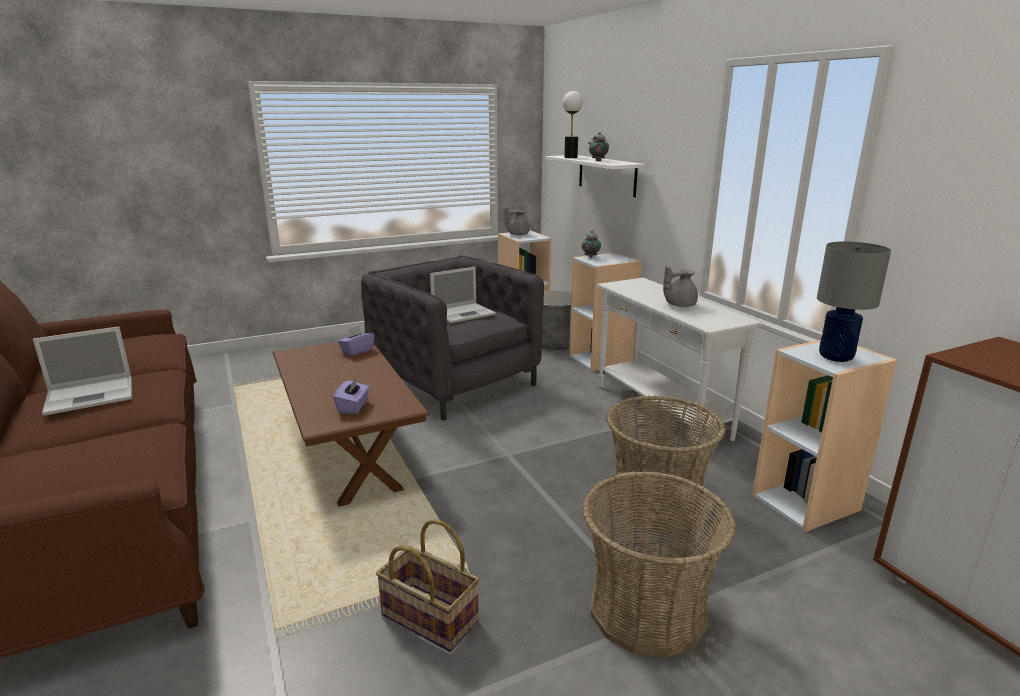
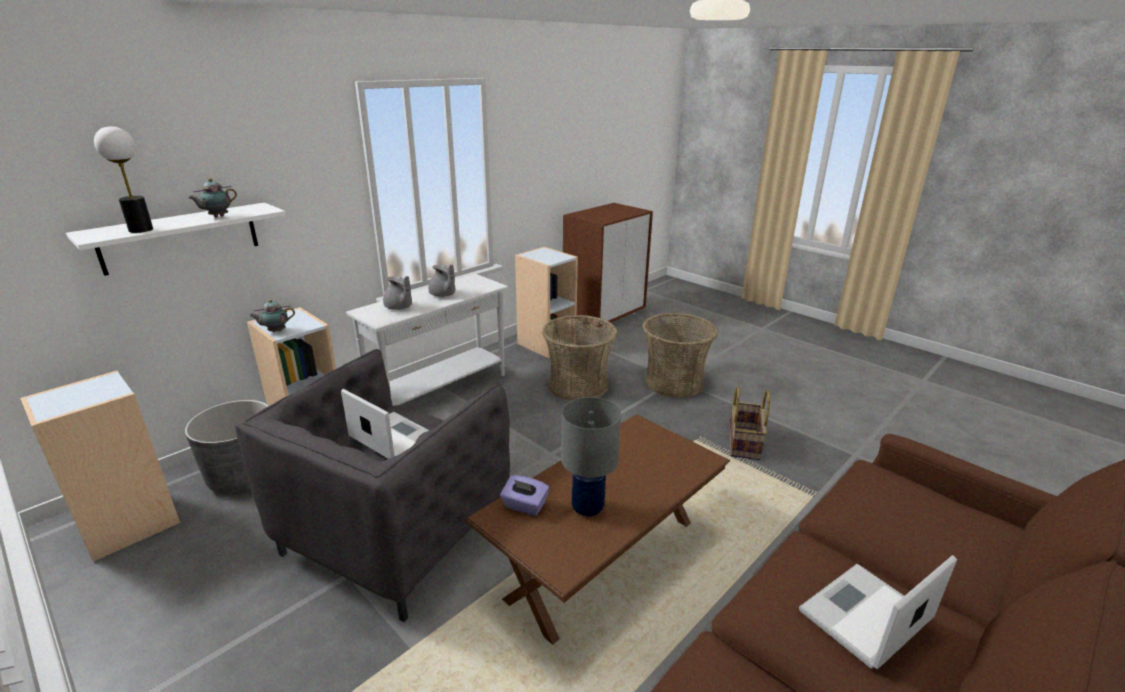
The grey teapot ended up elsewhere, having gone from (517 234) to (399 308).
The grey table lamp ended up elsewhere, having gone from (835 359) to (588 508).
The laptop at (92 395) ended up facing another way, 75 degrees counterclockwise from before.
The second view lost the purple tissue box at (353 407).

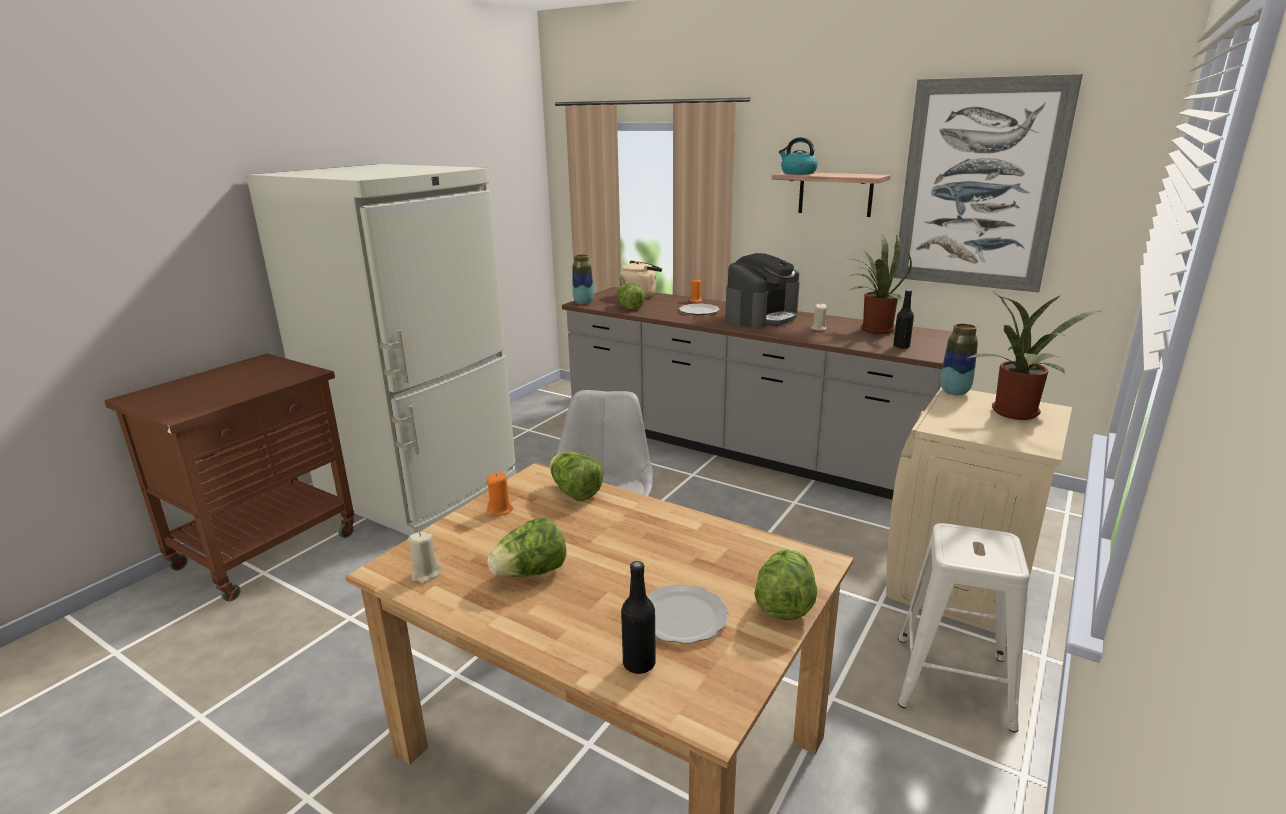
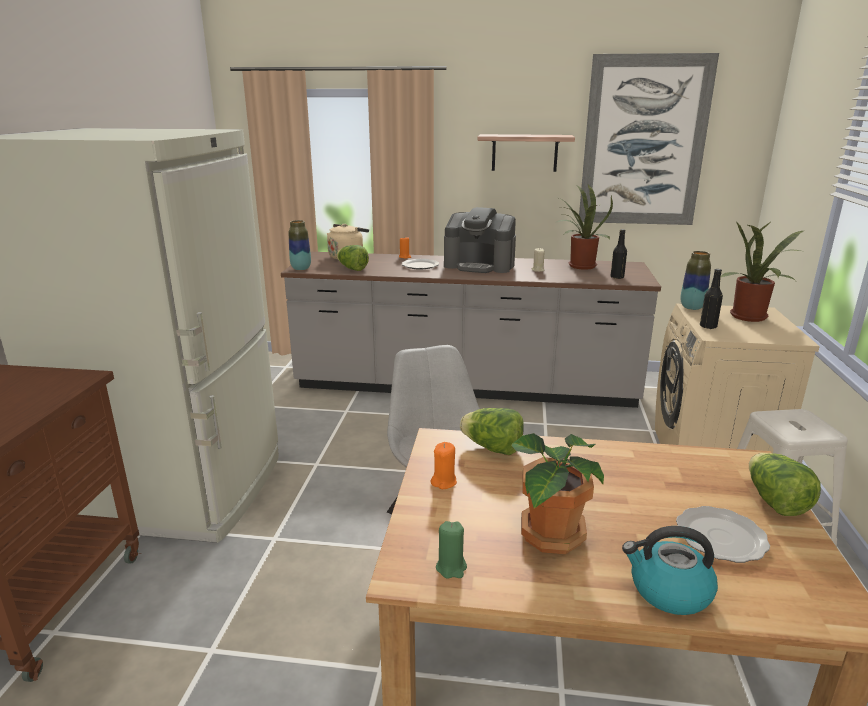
What was the beige candle at (426 574) turned into the green candle at (451 567).
The coffee machine at (761 317) ended up facing another way, 90 degrees clockwise from before.
Where the lettuce stood at (531 573), the potted plant came to stand at (549 536).
The kettle ended up elsewhere, having gone from (797 173) to (668 591).
The black bottle ended up elsewhere, having gone from (639 663) to (708 326).

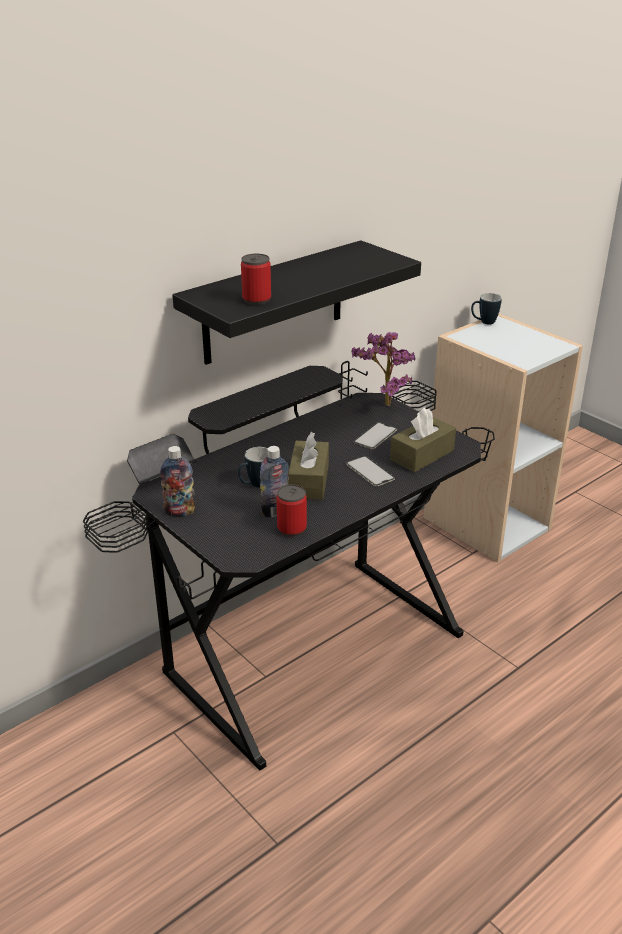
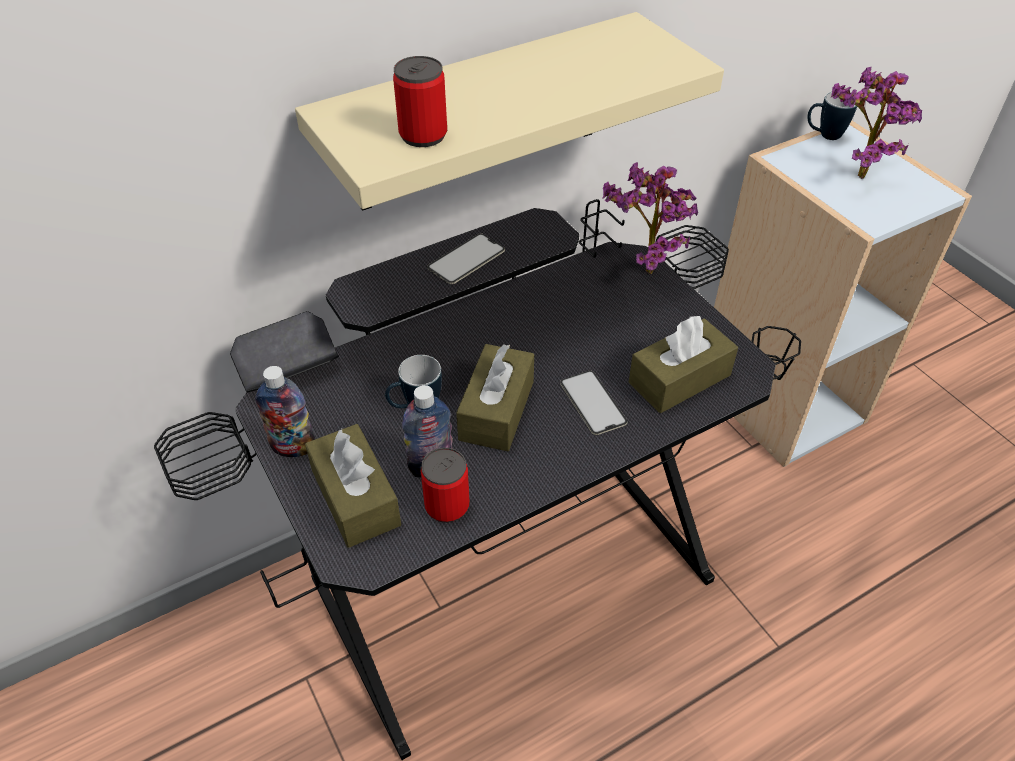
What was the black shelf at (274 303) turned into the beige shelf at (479 114).
The second view gained the brown tissue box at (355 497).
The phone ended up elsewhere, having gone from (375 436) to (466 259).
The second view gained the potted plant at (855 172).

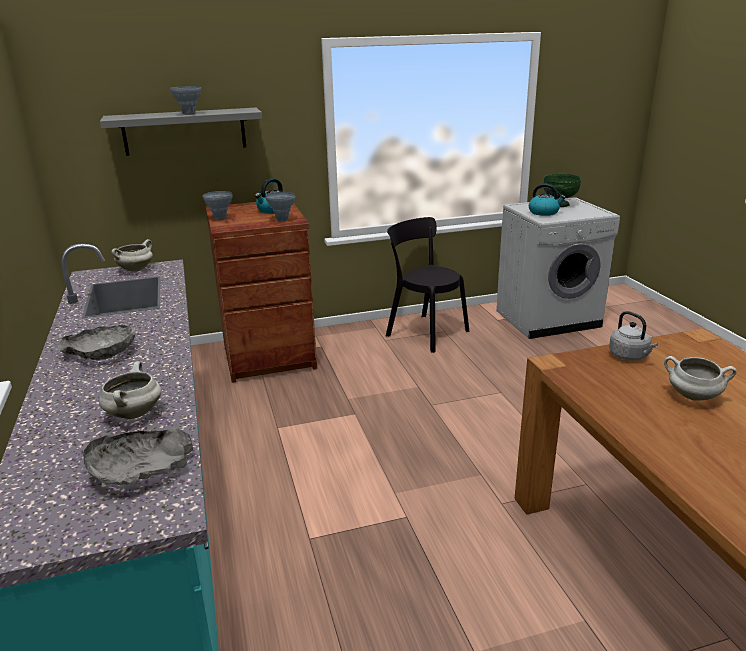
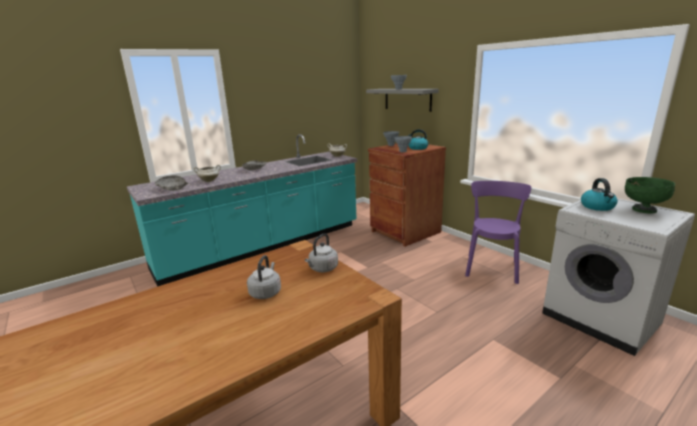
Where the white cooking pot stood at (692 396), the grey kettle came to stand at (266 292).
What was the black chair at (424 332) turned into the purple chair at (492 267).

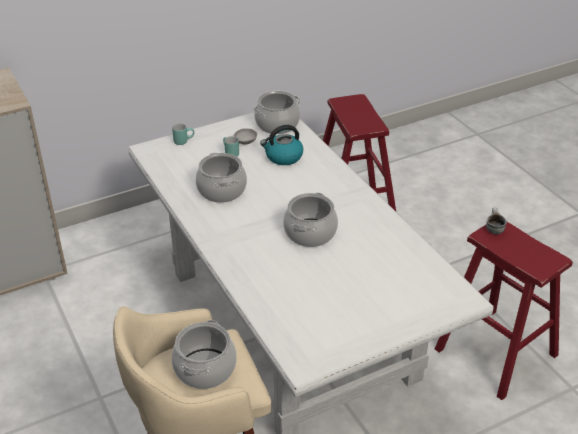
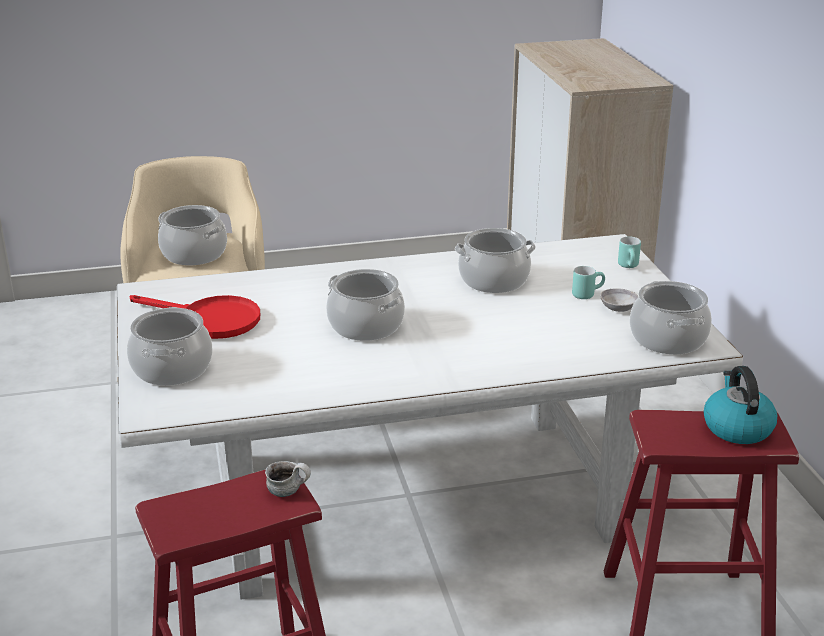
The second view gained the cooking pot at (171 368).
The second view gained the red frying pan at (210 320).
The kettle ended up elsewhere, having gone from (283 157) to (736 427).

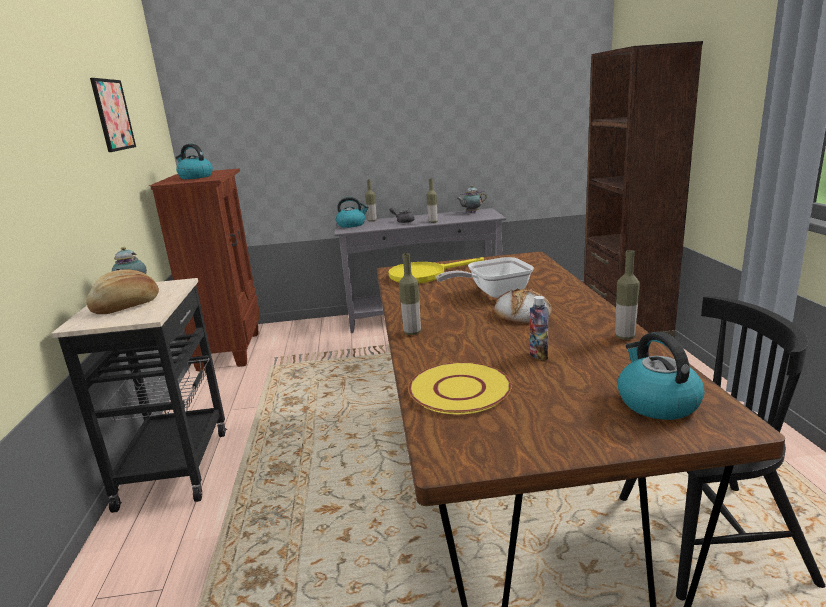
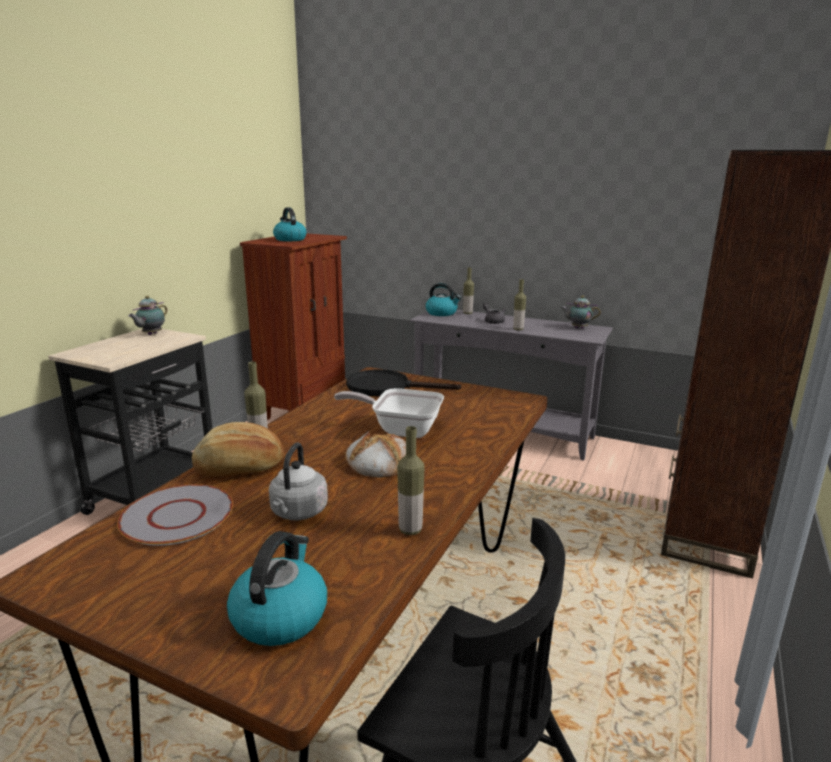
What was the yellow plate at (459 389) turned into the grey plate at (178 516).
The bread ended up elsewhere, having gone from (127 306) to (240 468).
Where the bottle stood at (538 355), the grey kettle came to stand at (298 513).
What was the yellow frying pan at (424 275) turned into the black frying pan at (387 387).
The second view lost the picture at (113 115).

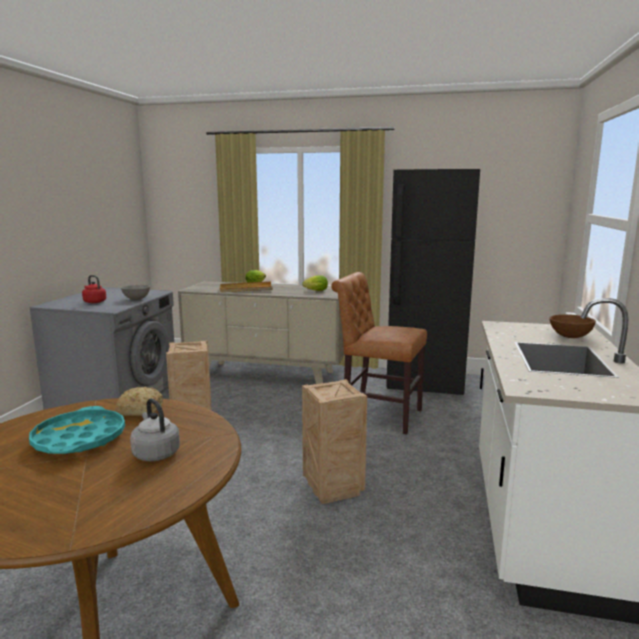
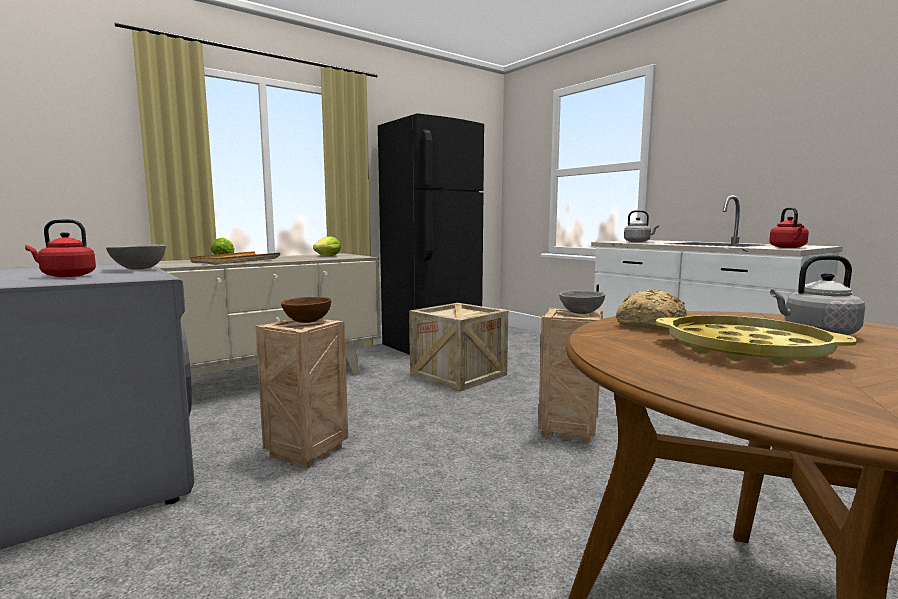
The brown bowl ended up elsewhere, having gone from (570 337) to (307 322).
Where the brown chair stood at (377 415), the crate came to stand at (458 375).
The second view gained the grey bowl at (581 313).
The second view gained the grey kettle at (638 241).
What was the turquoise tray at (79 439) turned into the yellow tray at (745 350).
The second view gained the red kettle at (788 247).

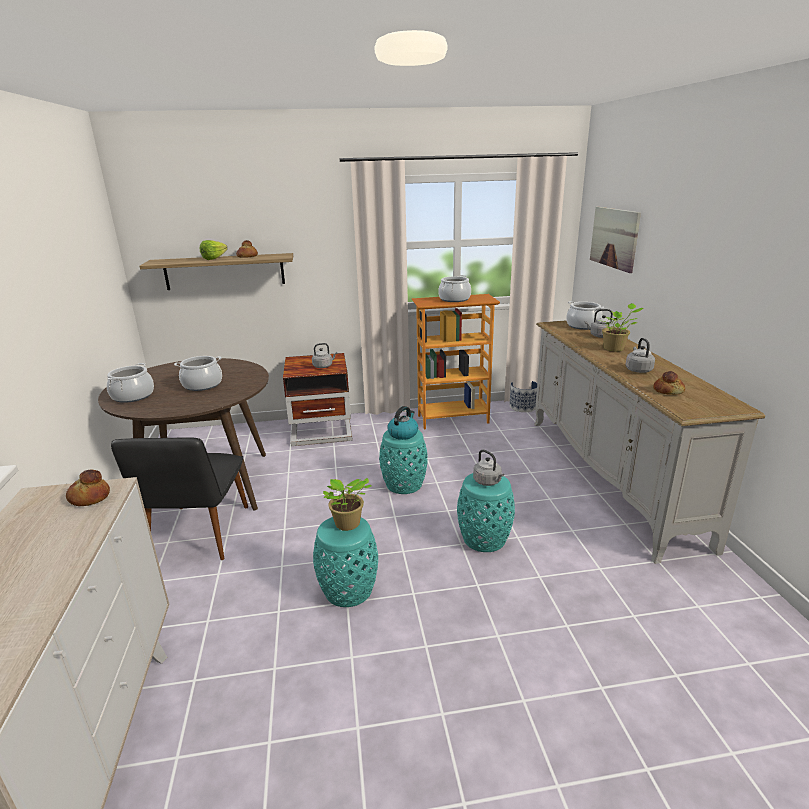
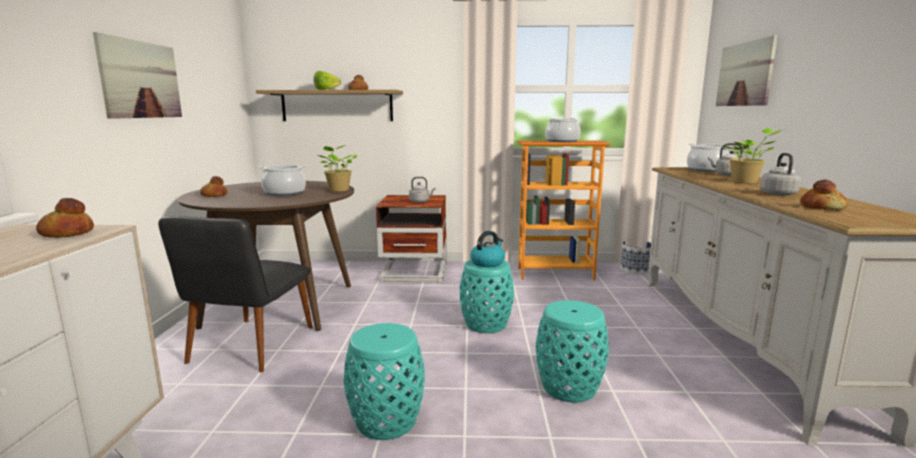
The second view gained the picture at (141 79).
Where the cooking pot stood at (133 396), the bread came to stand at (214 195).
The potted plant ended up elsewhere, having gone from (347 525) to (338 190).
The second view lost the grey kettle at (488 482).

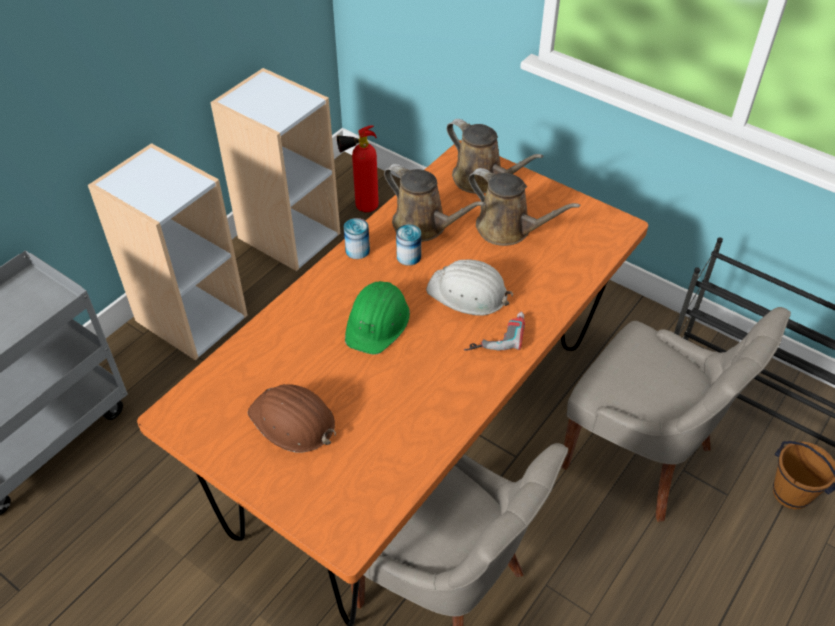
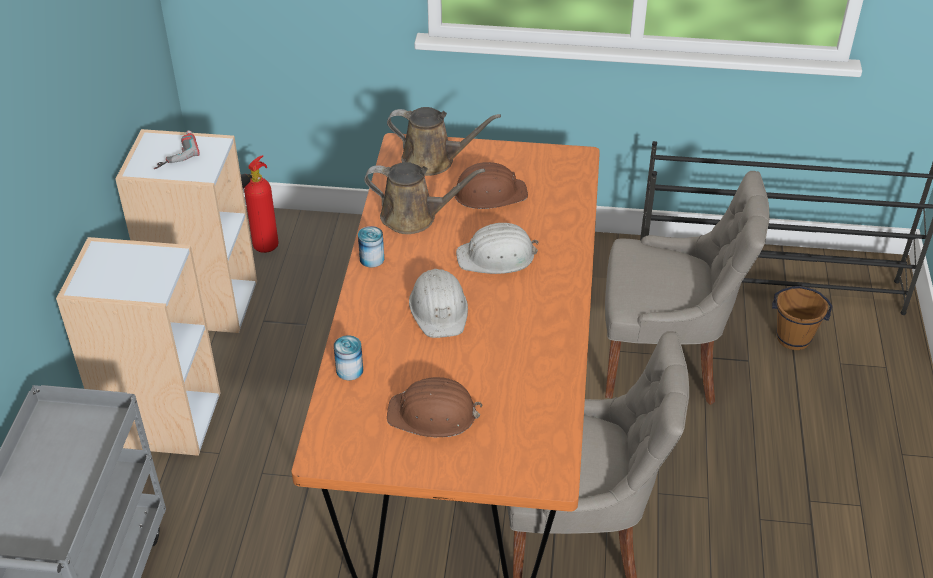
The power drill ended up elsewhere, having gone from (495 334) to (174 153).
The can ended up elsewhere, having gone from (408 256) to (349 370).
What was the green hard hat at (378 322) turned into the white hard hat at (439 309).
Where the brown watering can stood at (508 229), the brown hard hat came to stand at (489 193).

